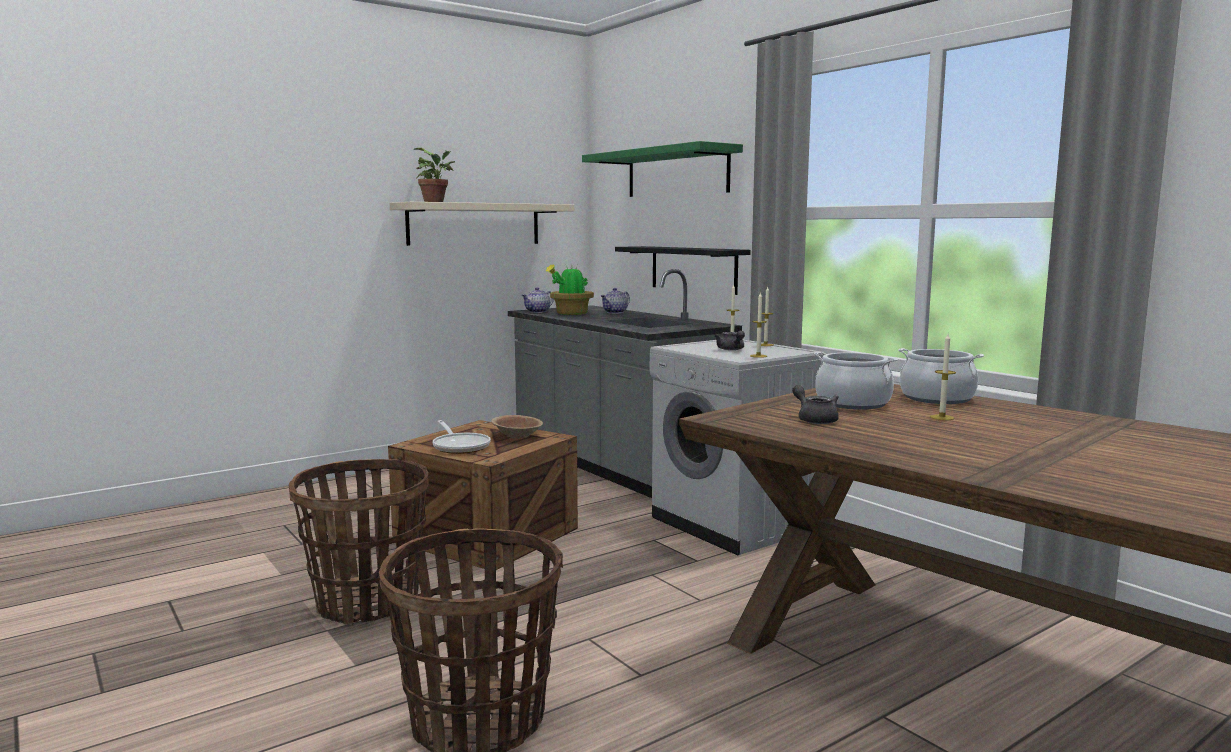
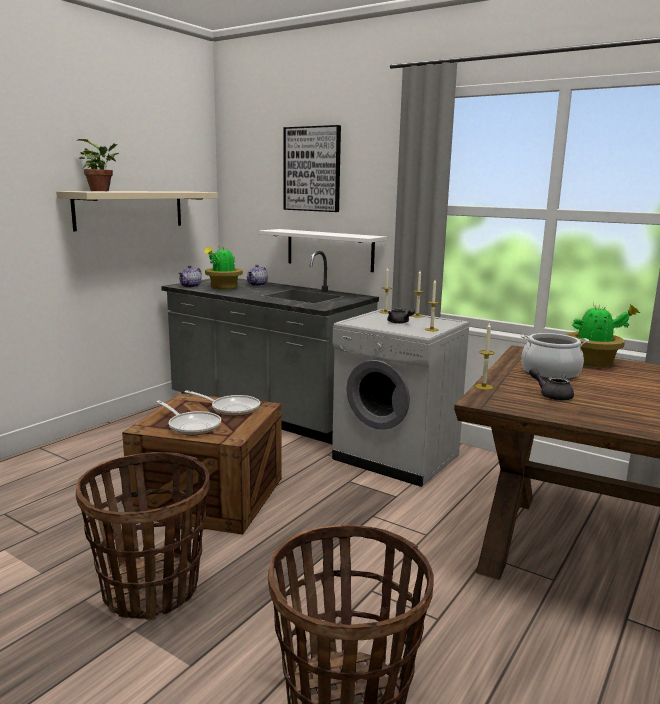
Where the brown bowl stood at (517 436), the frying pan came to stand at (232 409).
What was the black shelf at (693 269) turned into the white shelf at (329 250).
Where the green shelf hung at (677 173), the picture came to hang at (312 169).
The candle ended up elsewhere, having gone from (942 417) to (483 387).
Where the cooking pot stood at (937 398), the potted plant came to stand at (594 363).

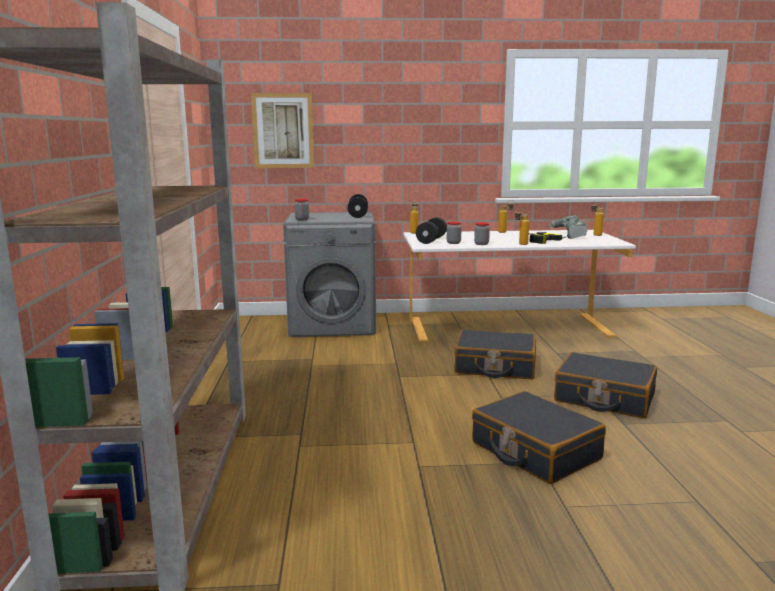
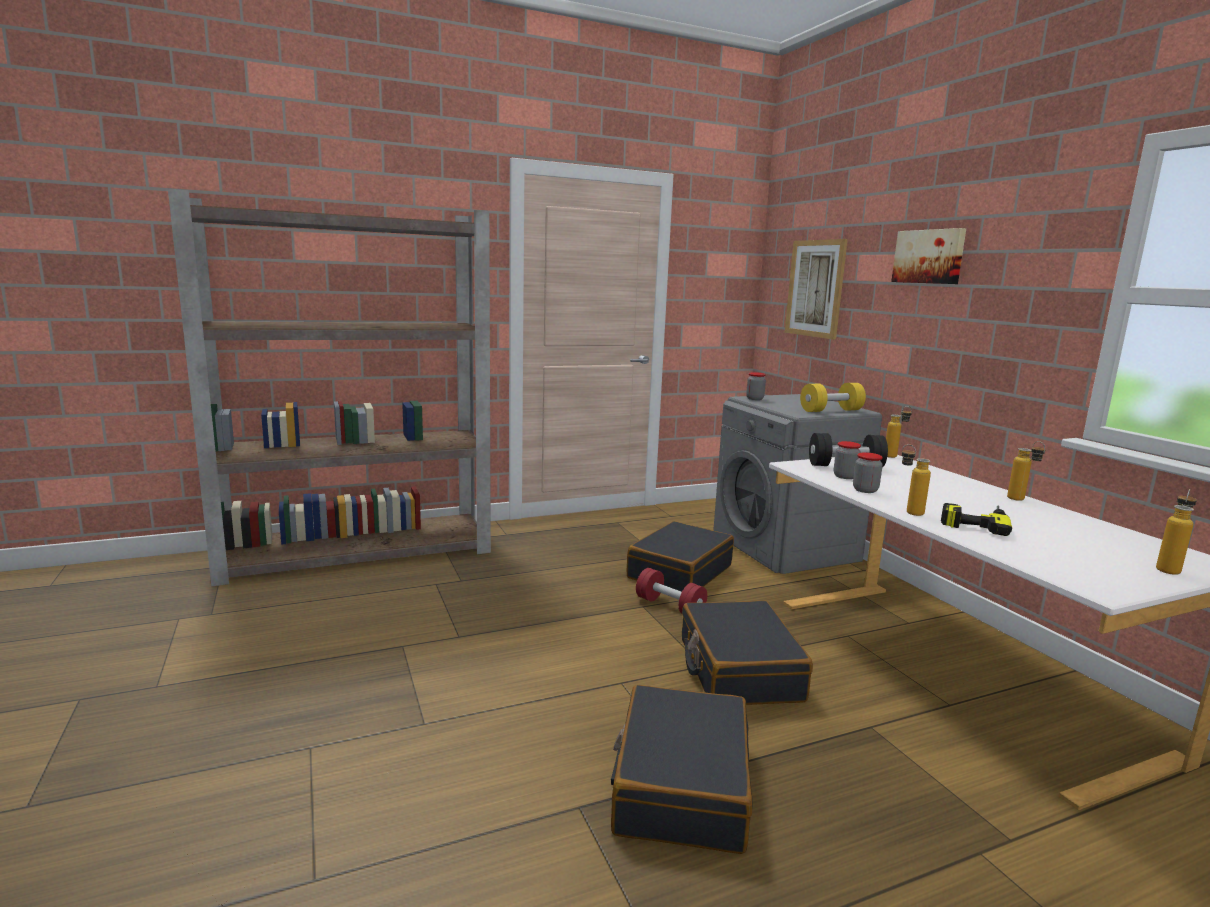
The black suitcase ended up elsewhere, having gone from (534 451) to (679 572).
The second view gained the red dumbbell at (670 606).
What was the black dumbbell at (358 215) turned into the yellow dumbbell at (831 410).
The second view gained the picture at (929 256).
The second view lost the power drill at (567 236).

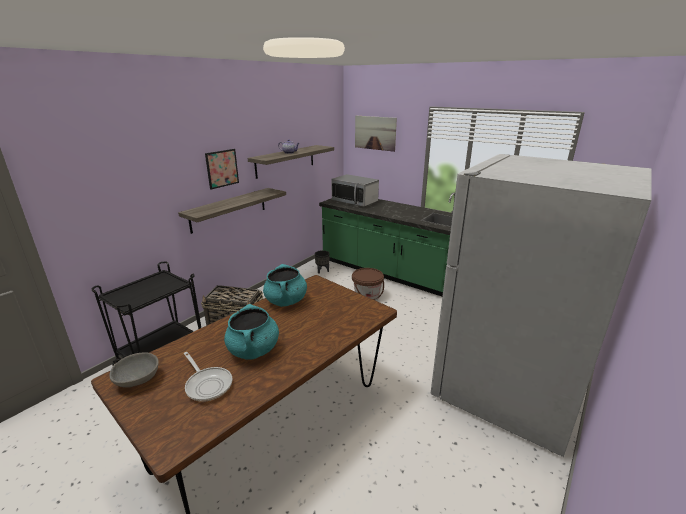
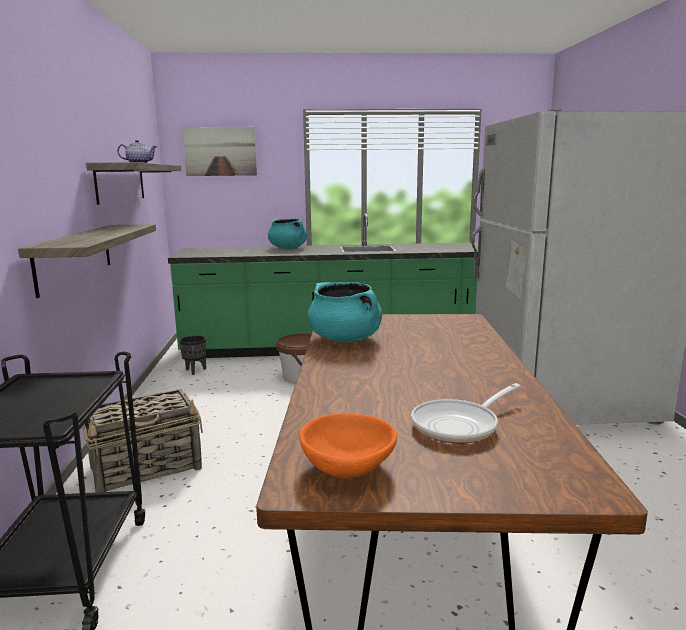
The turquoise cooking pot ended up elsewhere, having gone from (253 350) to (288 248).
What was the grey bowl at (137 380) turned into the orange bowl at (347 468).
The frying pan at (208 384) ended up facing another way, 135 degrees clockwise from before.
The second view lost the picture at (222 168).
The second view lost the microwave at (355 201).

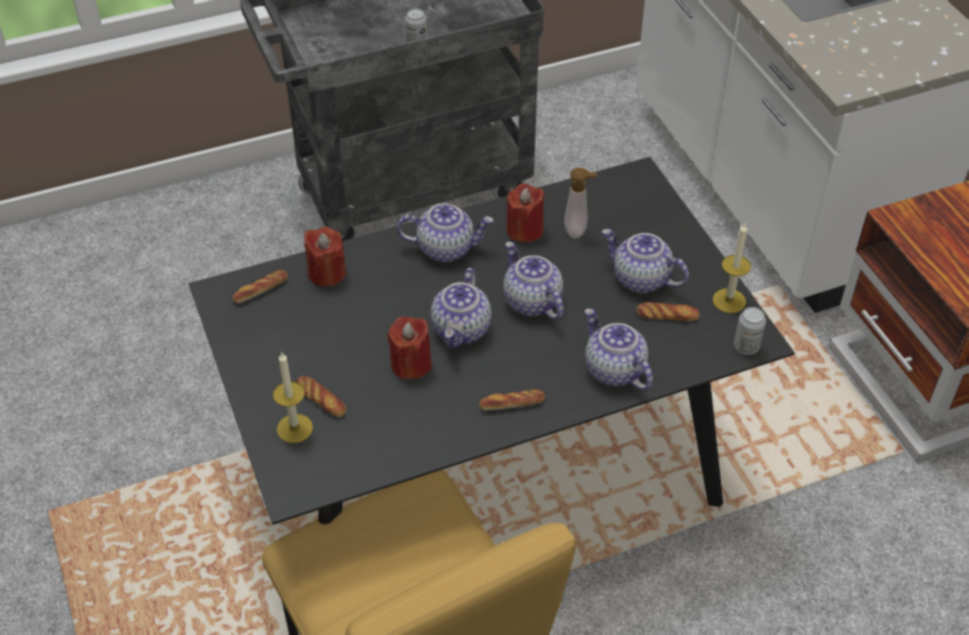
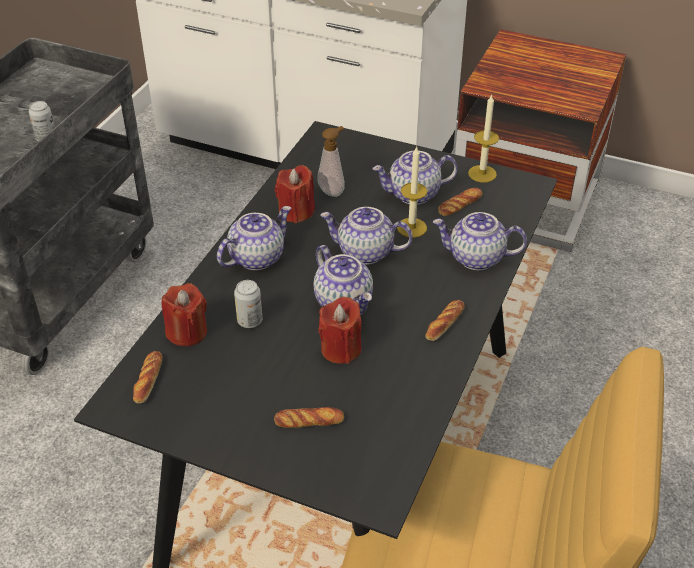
The can ended up elsewhere, having gone from (746 347) to (250 321).
The candle ended up elsewhere, having gone from (294 428) to (411 227).

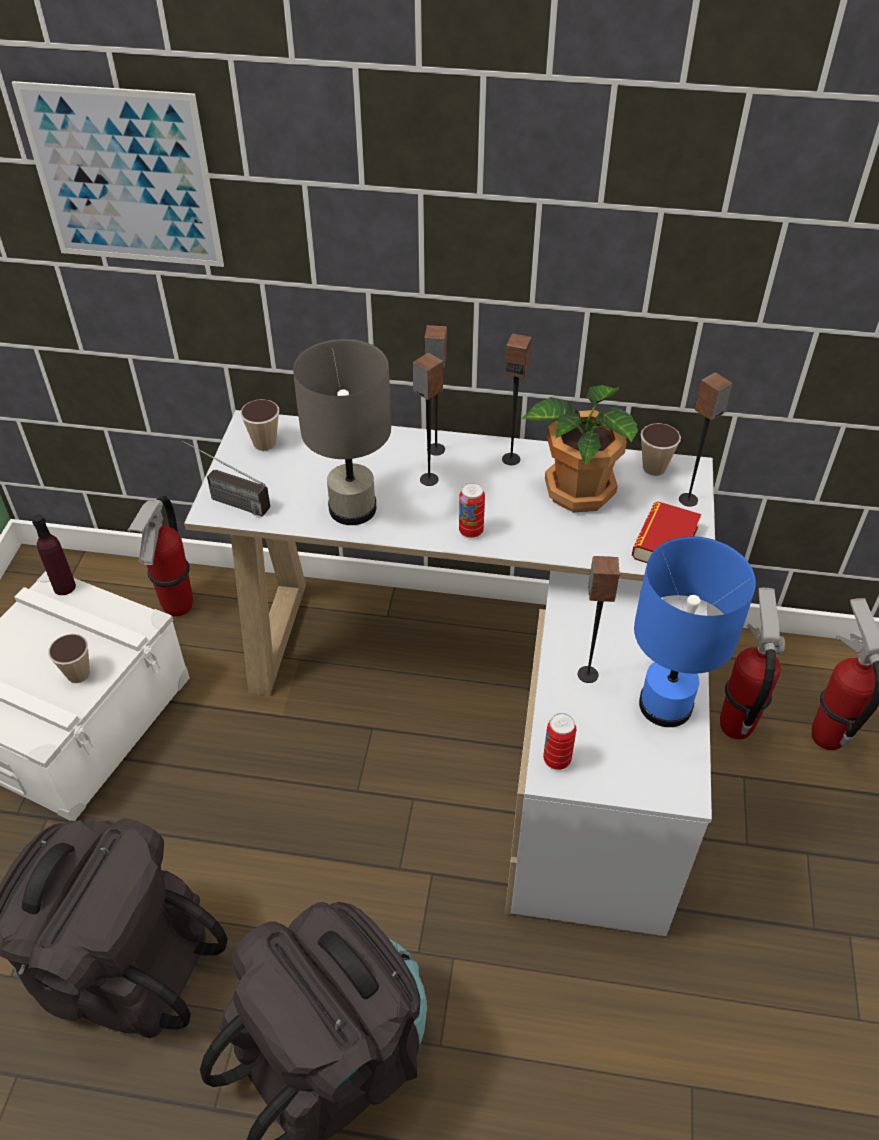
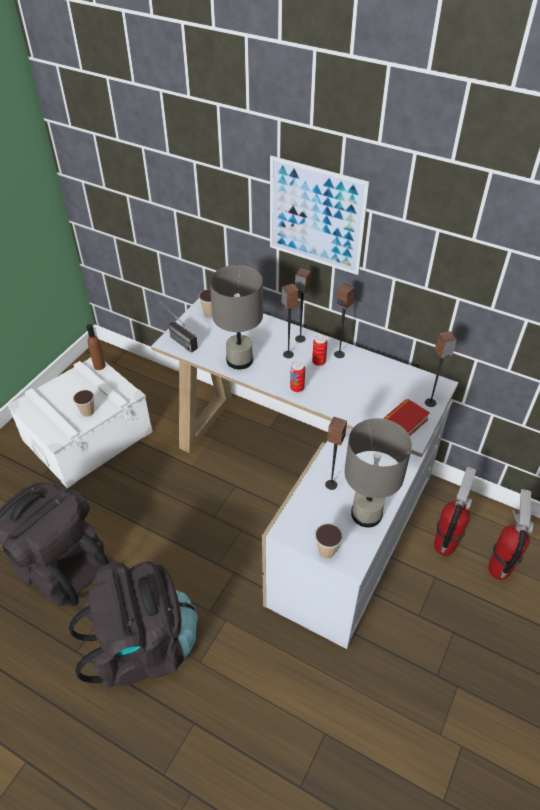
What was the purple bottle at (64 587) turned into the brown bottle at (99 366).
The picture ended up elsewhere, having gone from (124 178) to (316 216).
The can ended up elsewhere, having gone from (557 759) to (318 362).
The cup ended up elsewhere, having gone from (654 468) to (326 551).
What was the blue table lamp at (664 705) turned into the grey table lamp at (366 513).
The second view lost the fire extinguisher at (177 607).
The second view lost the potted plant at (577 490).

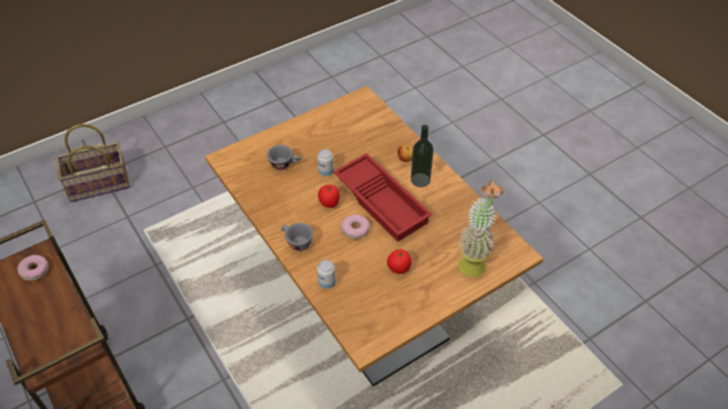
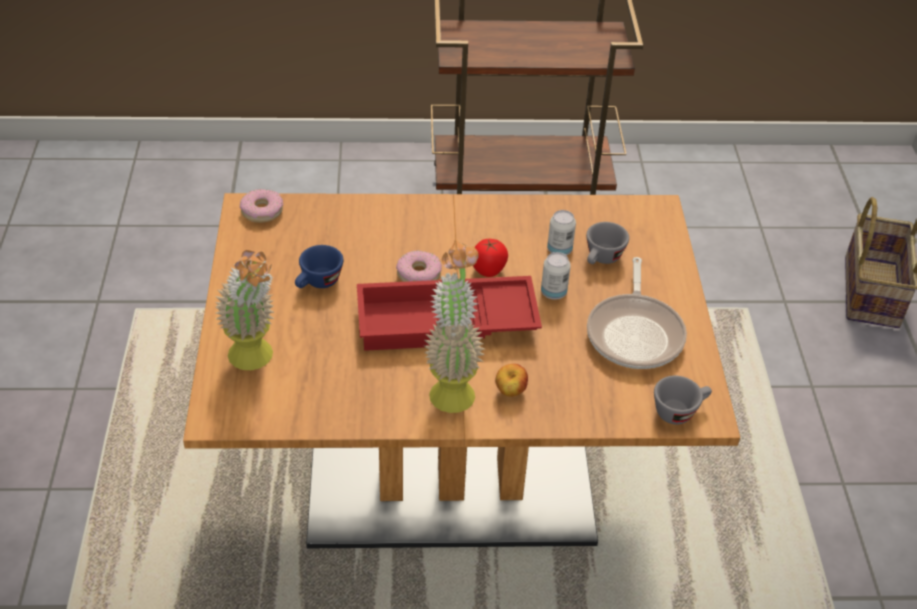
The donut ended up elsewhere, having gone from (34 270) to (262 211).
Where the tomato stood at (398 268), the blue cup came to stand at (318 283).
Where the bottle stood at (420 180), the potted plant came to stand at (452 386).
The can ended up elsewhere, having gone from (327 283) to (559 250).
The second view gained the frying pan at (635 333).
The grey cup ended up elsewhere, having gone from (296 242) to (679 410).

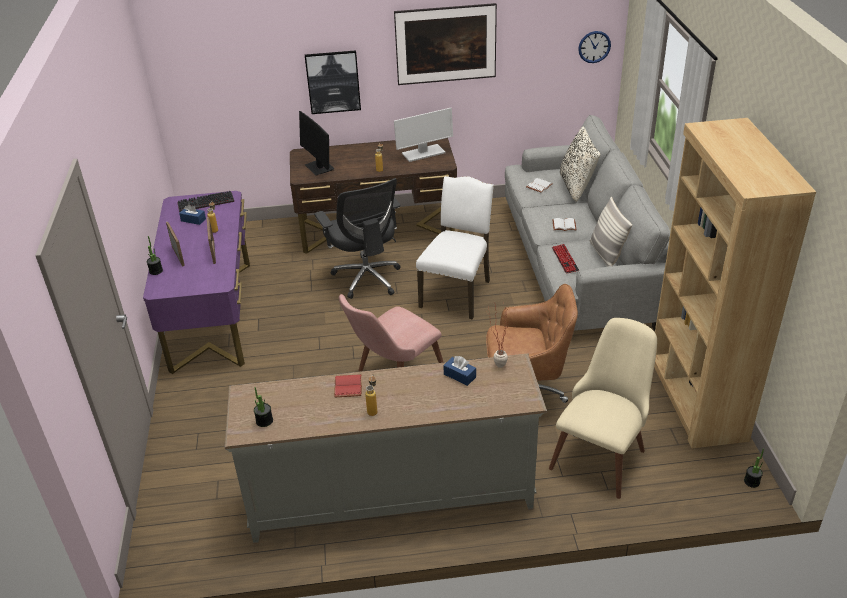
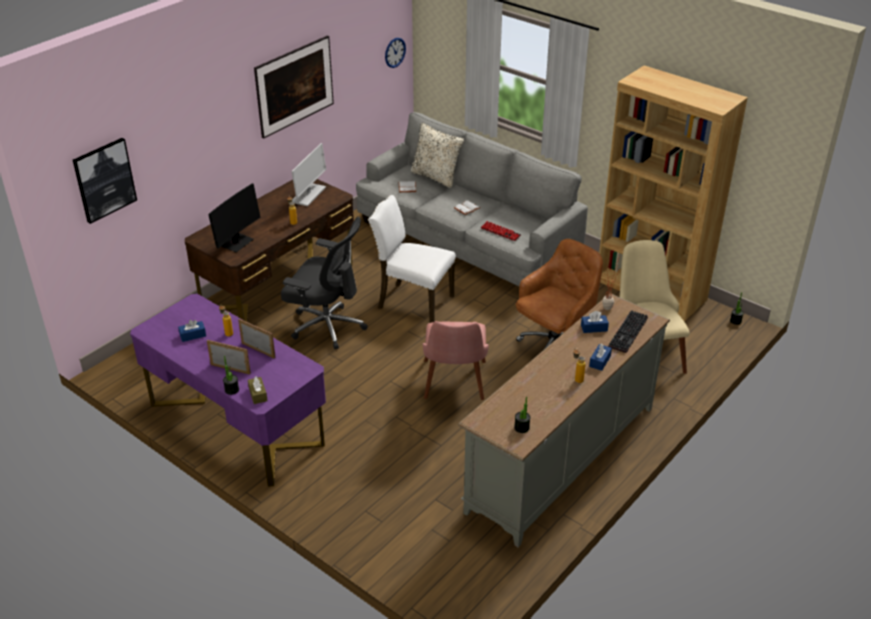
The picture ended up elsewhere, having gone from (333 82) to (104 180).
The monitor at (319 167) ended up facing another way, 75 degrees counterclockwise from before.
The second view gained the brown tissue box at (258 394).
The white chair at (457 293) ended up facing another way, 45 degrees counterclockwise from before.
The second view gained the blue tissue box at (600 361).
The keyboard ended up elsewhere, having gone from (205 203) to (628 333).
The second view lost the red book at (349 387).
The second view lost the pillow at (606 255).

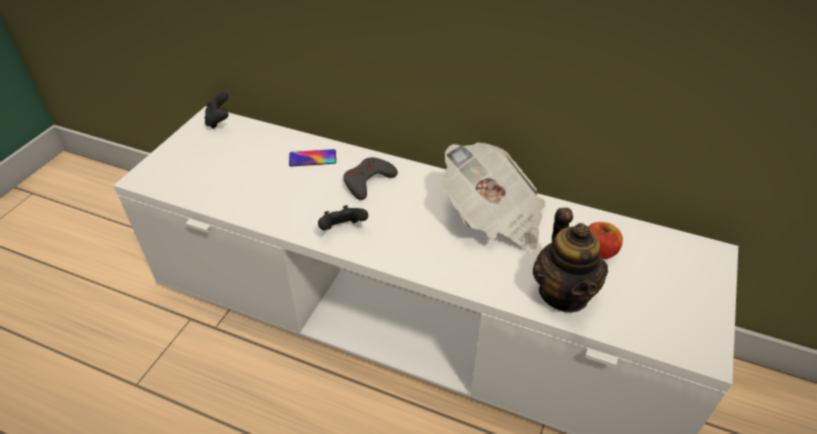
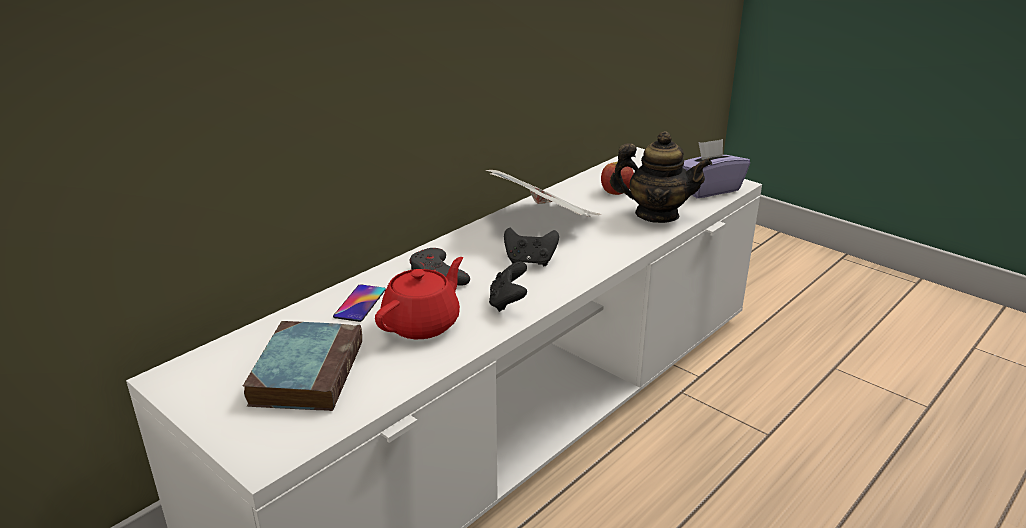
The second view gained the book at (307 371).
The second view gained the red teapot at (423 324).
The black game controller ended up elsewhere, having gone from (219 121) to (530 261).
The second view gained the purple tissue box at (708 189).

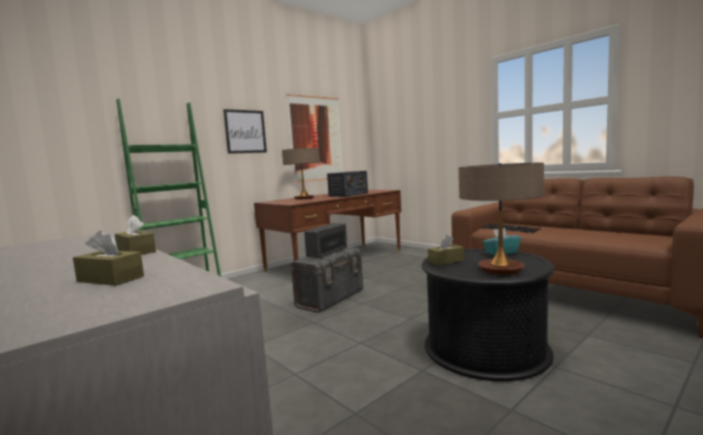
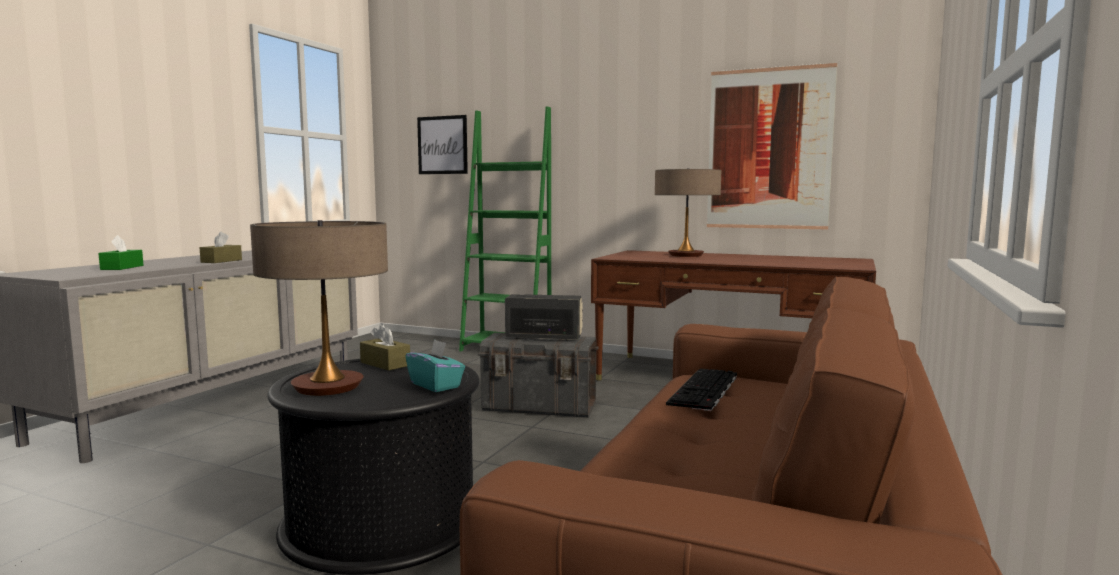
What was the brown tissue box at (110 279) turned into the green tissue box at (122 267).
The picture ended up elsewhere, having gone from (245 131) to (442 145).
The second view lost the radio at (348 195).

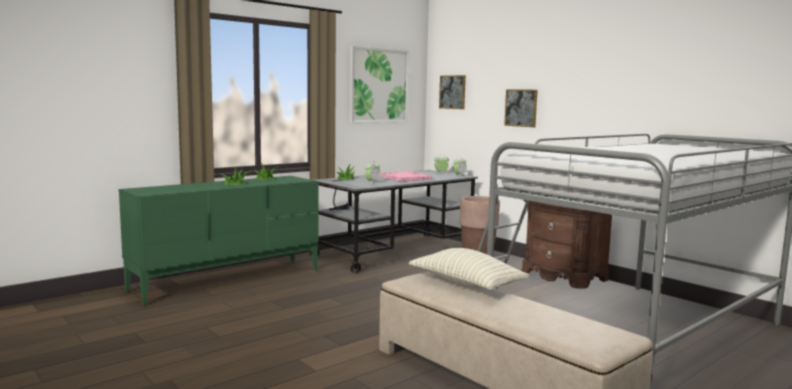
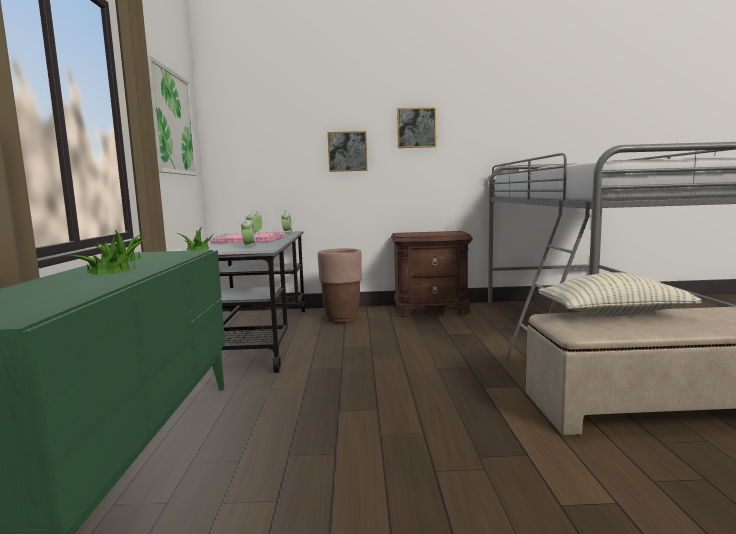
The picture ended up elsewhere, having gone from (452 92) to (416 128).

